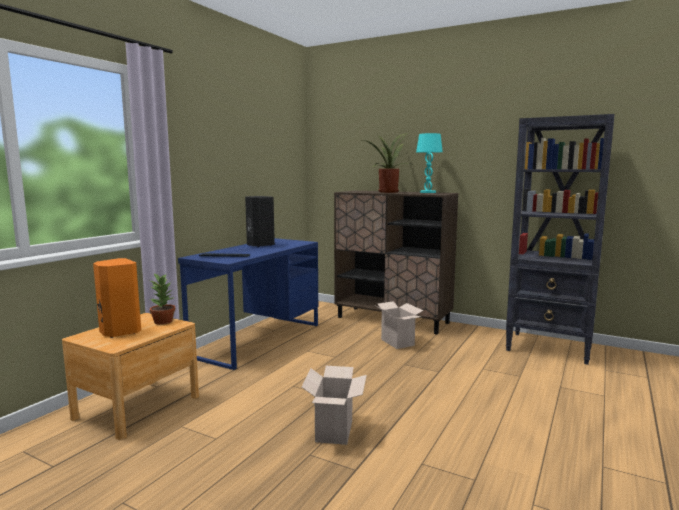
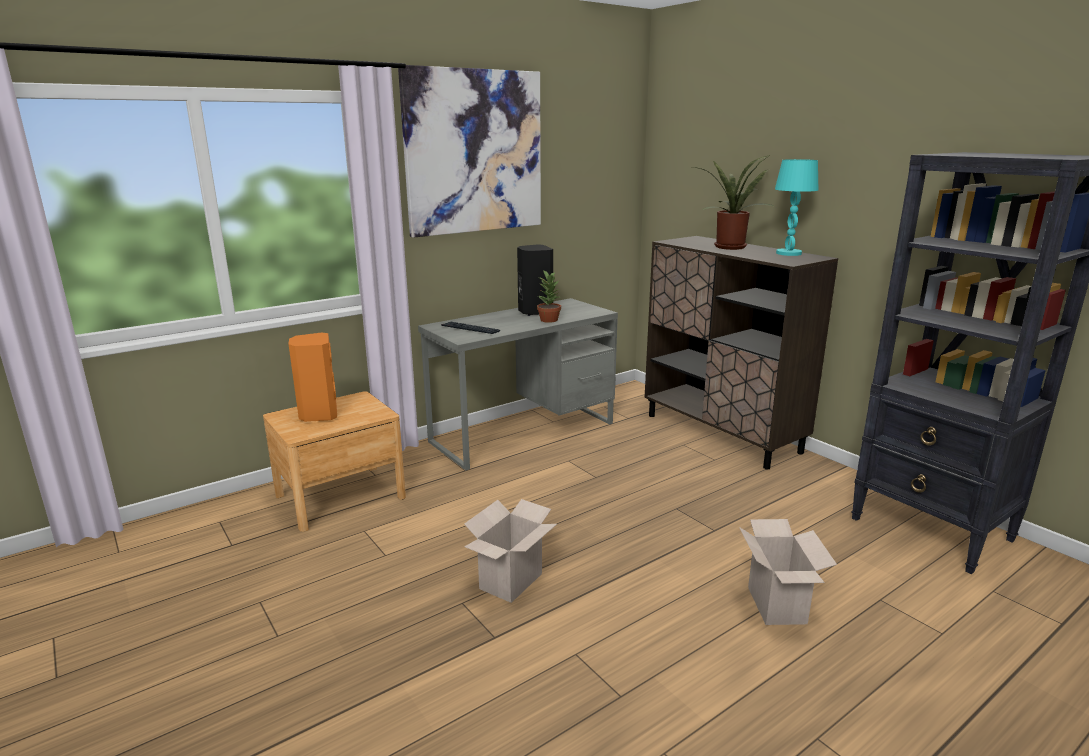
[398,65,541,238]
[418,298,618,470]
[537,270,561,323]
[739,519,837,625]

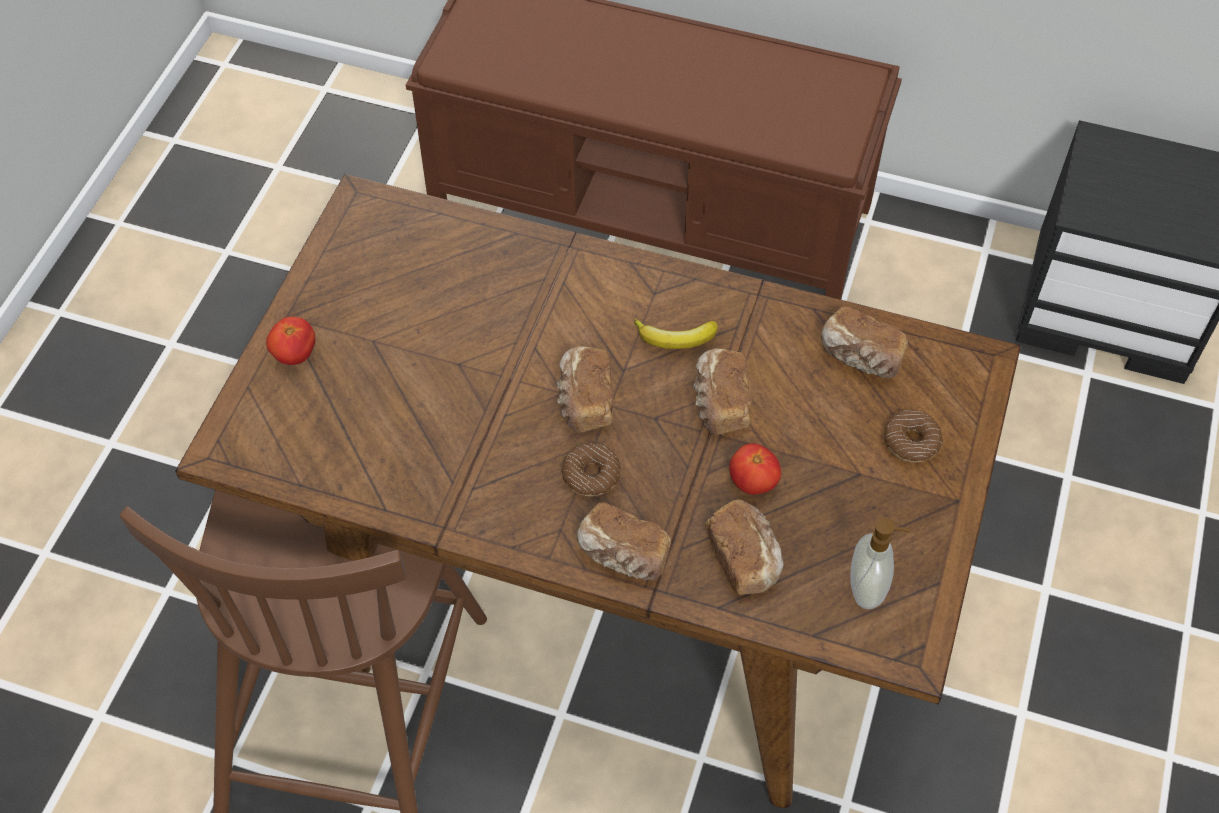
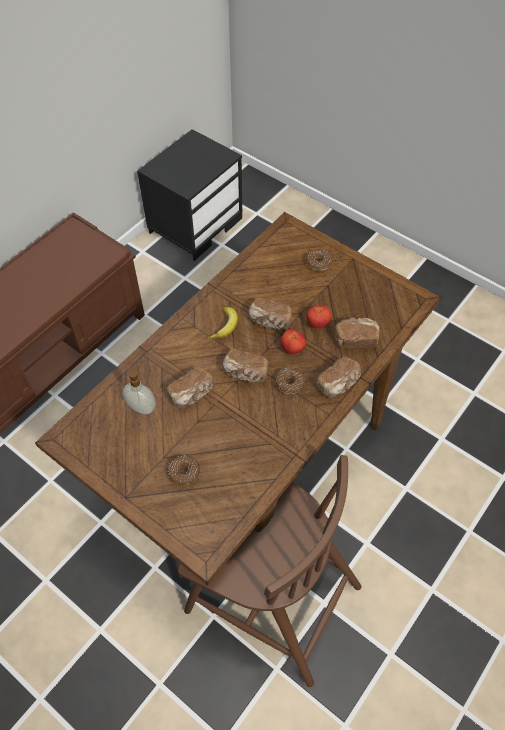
[123,365,156,415]
[167,368,214,408]
[167,455,200,486]
[280,329,306,354]

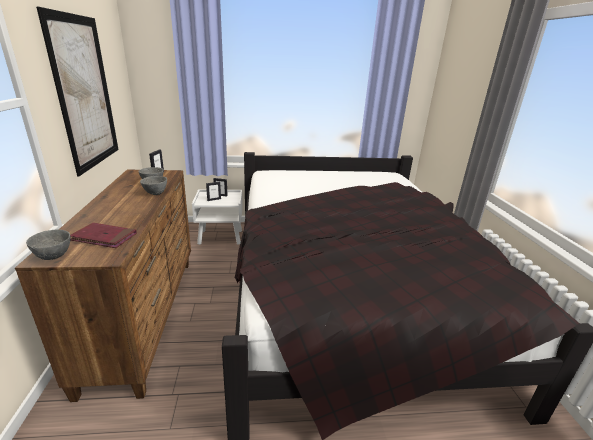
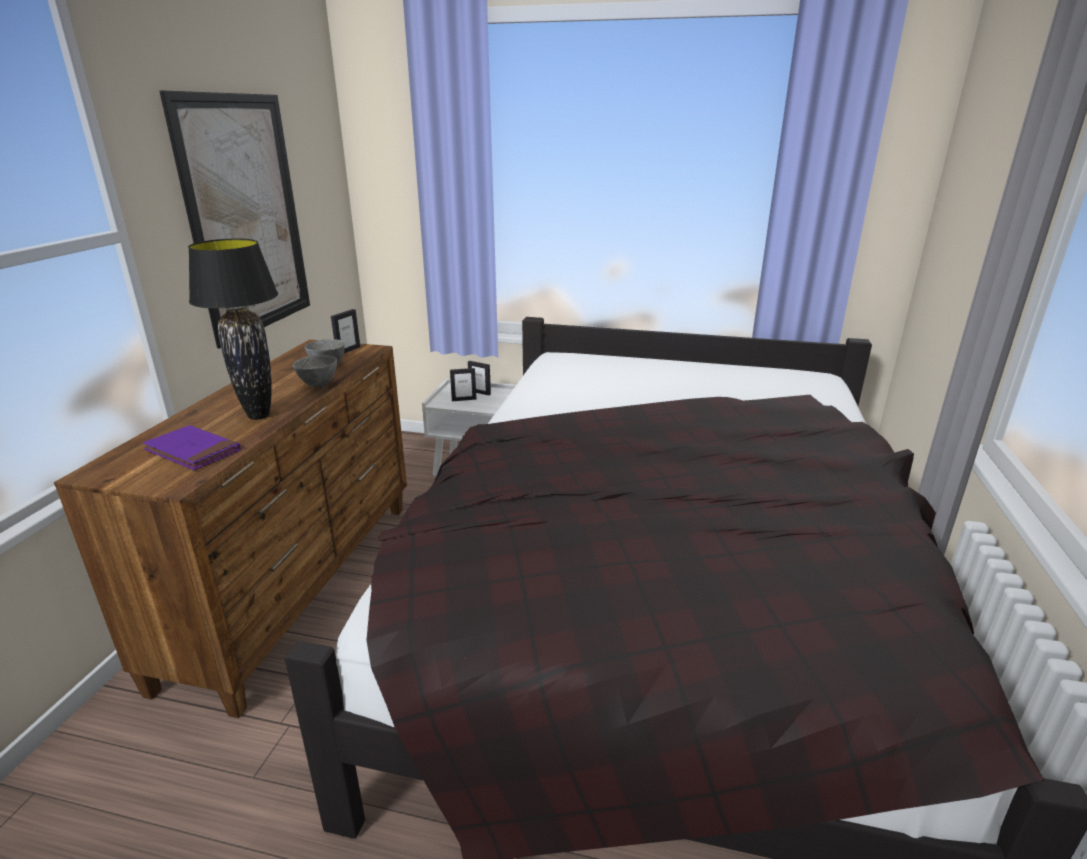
[143,425,241,470]
[188,239,278,420]
[26,229,70,260] (first image)

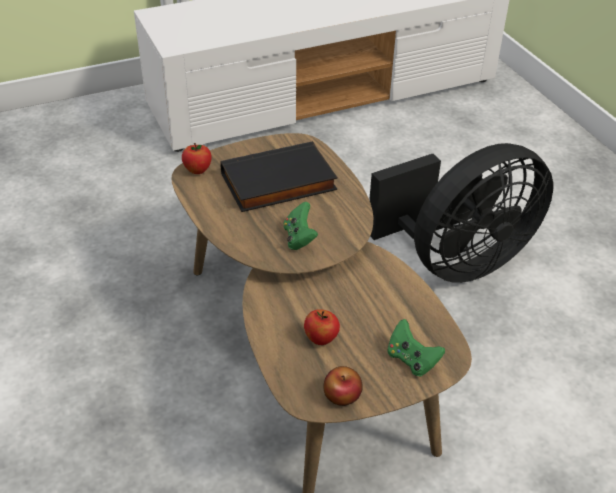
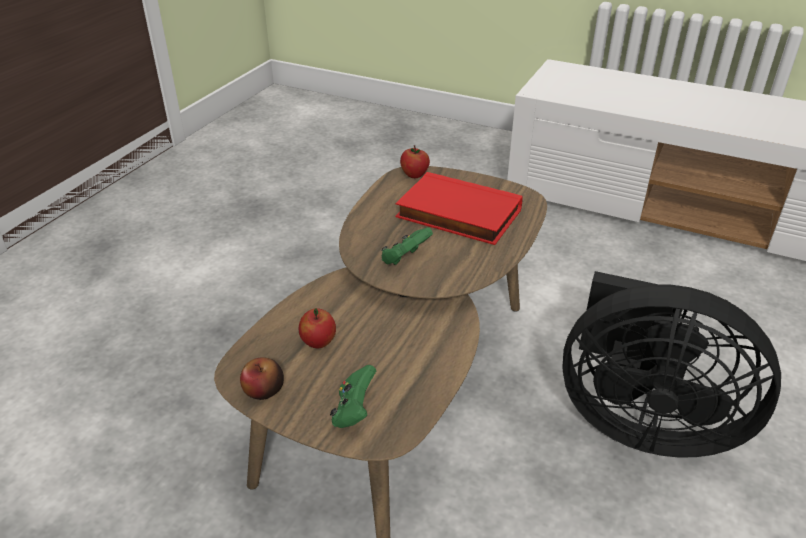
[396,172,523,245]

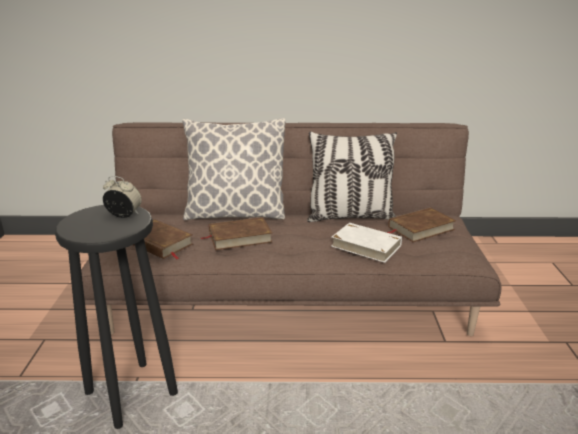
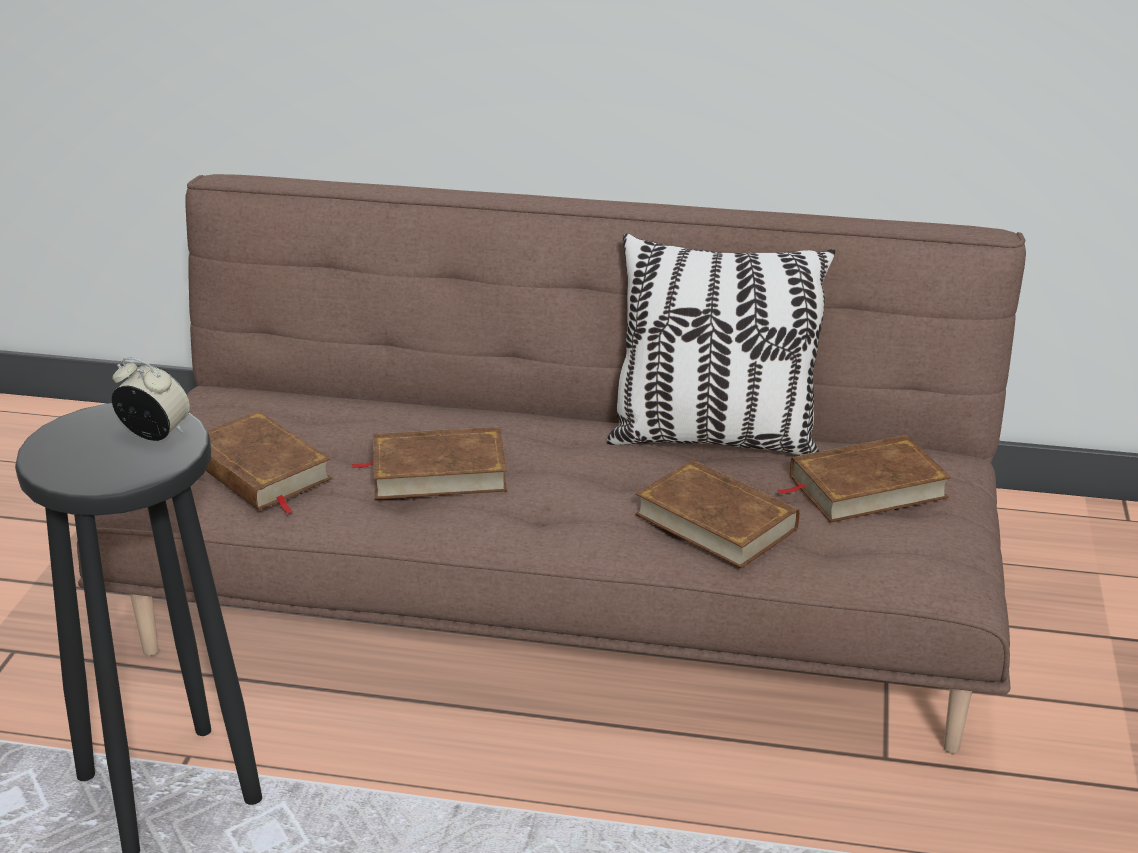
[635,460,800,568]
[182,118,286,220] (first image)

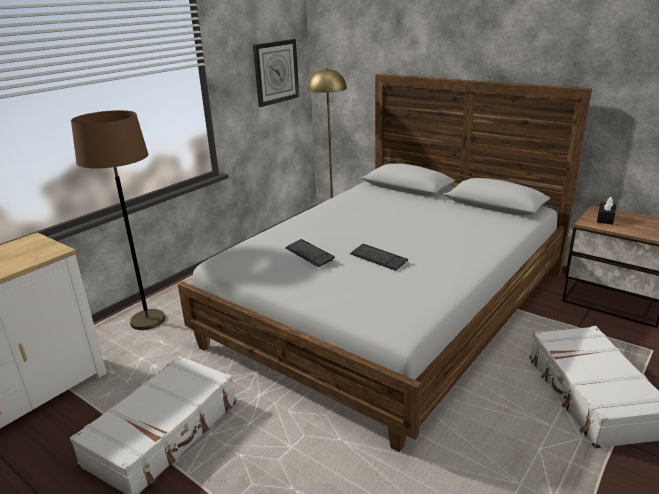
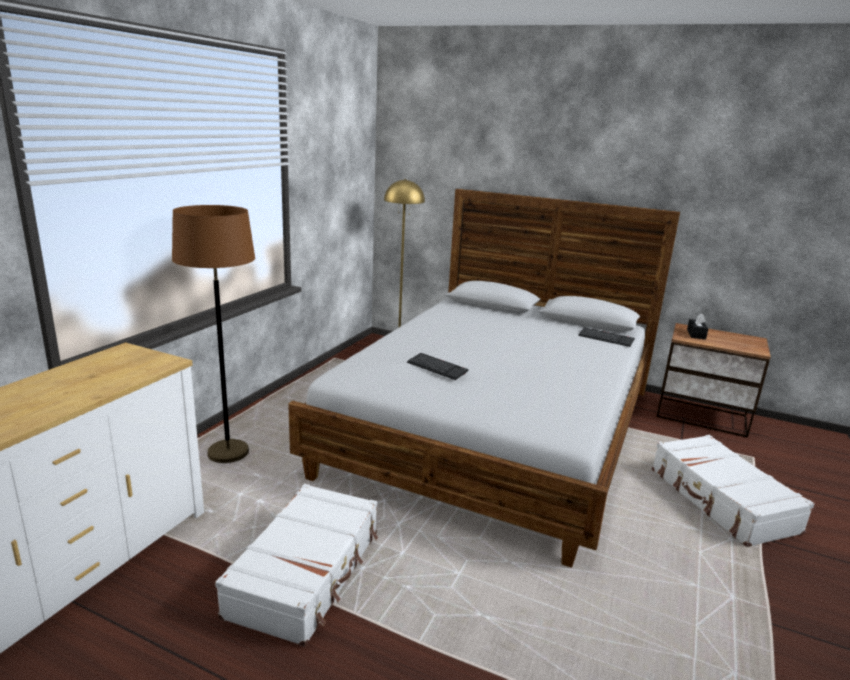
[578,328,635,347]
[253,39,299,107] (first image)

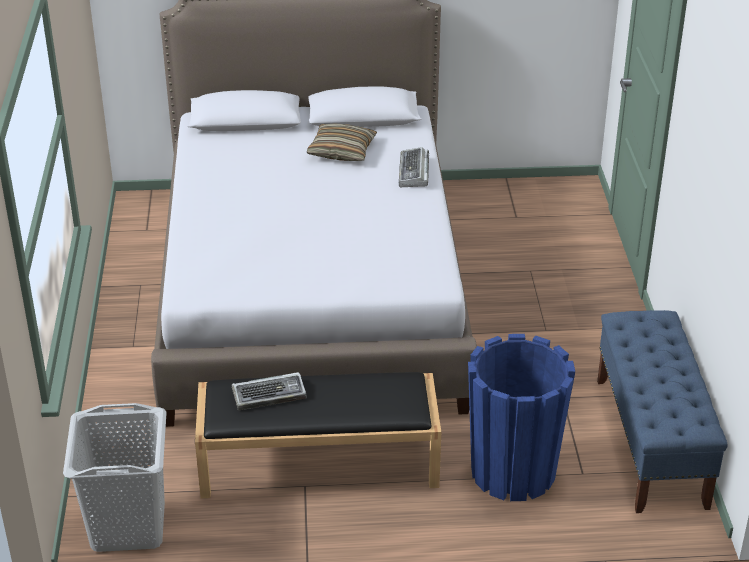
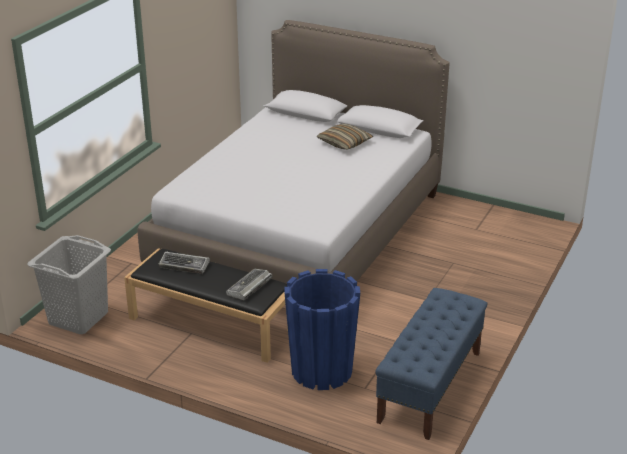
[226,269,272,300]

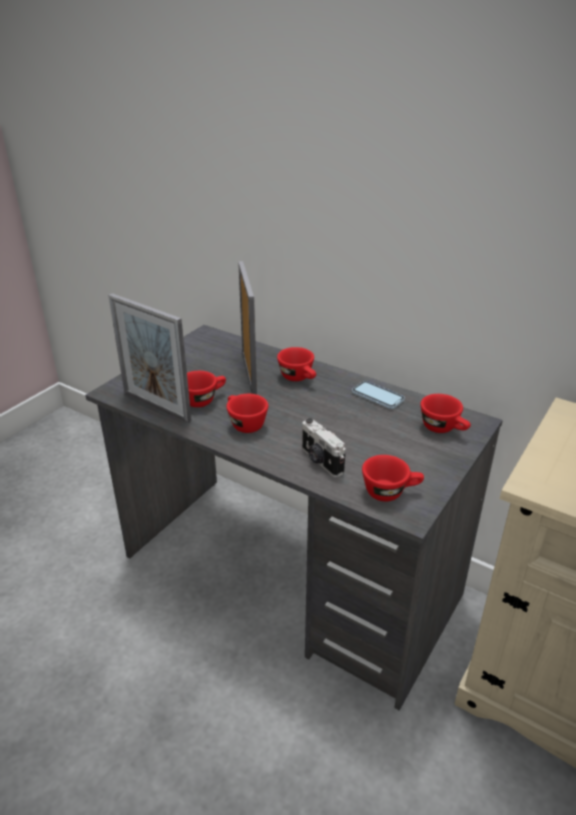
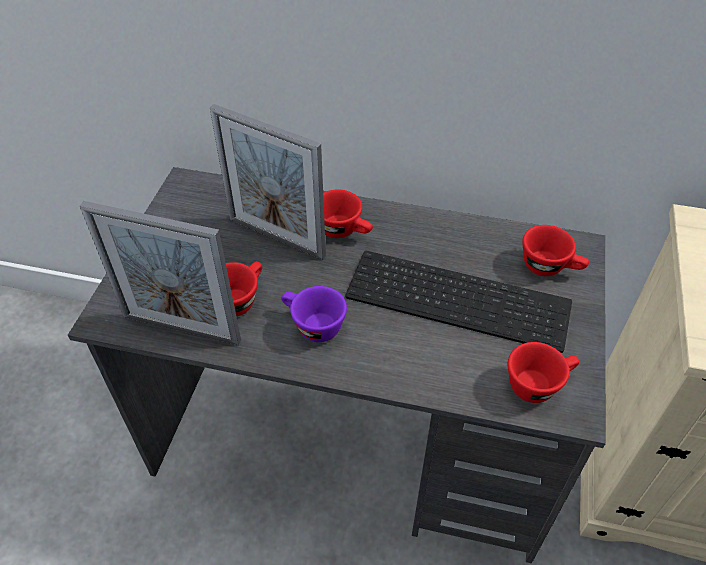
[210,104,326,260]
[281,286,347,342]
[346,251,572,353]
[302,418,346,477] (first image)
[352,381,405,409] (first image)

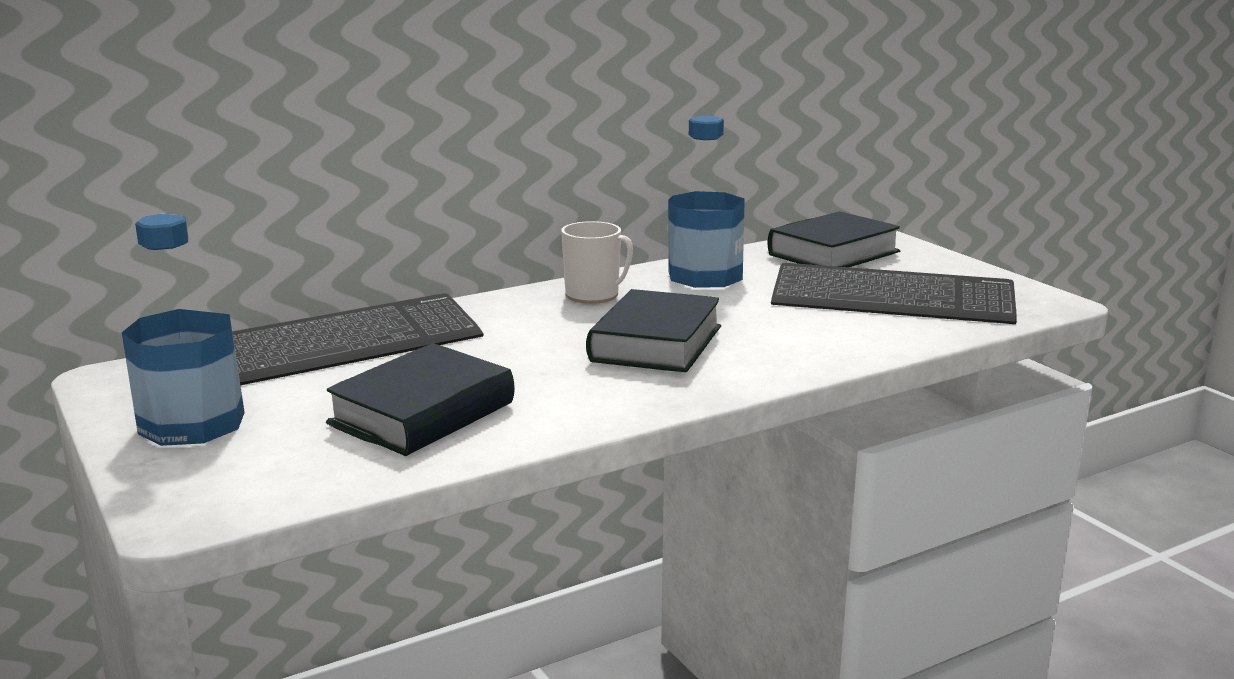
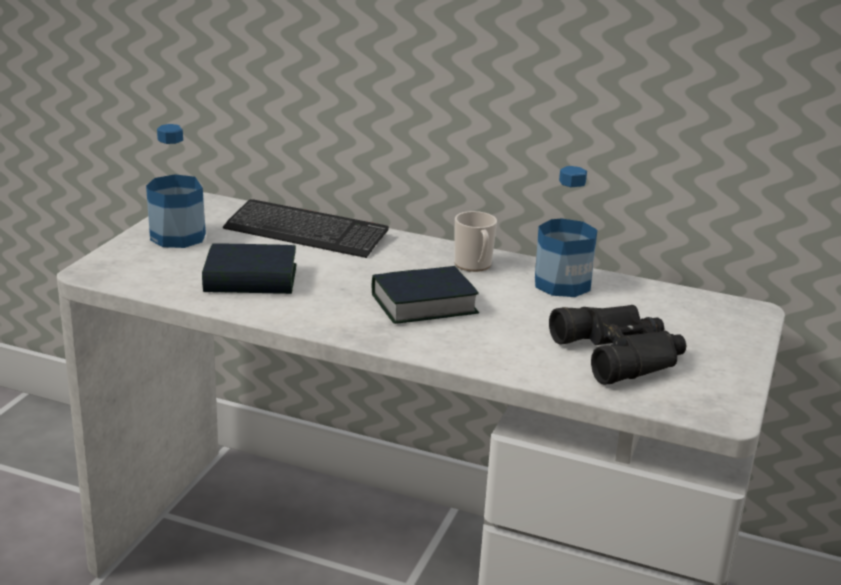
[549,305,687,385]
[767,211,900,267] (first image)

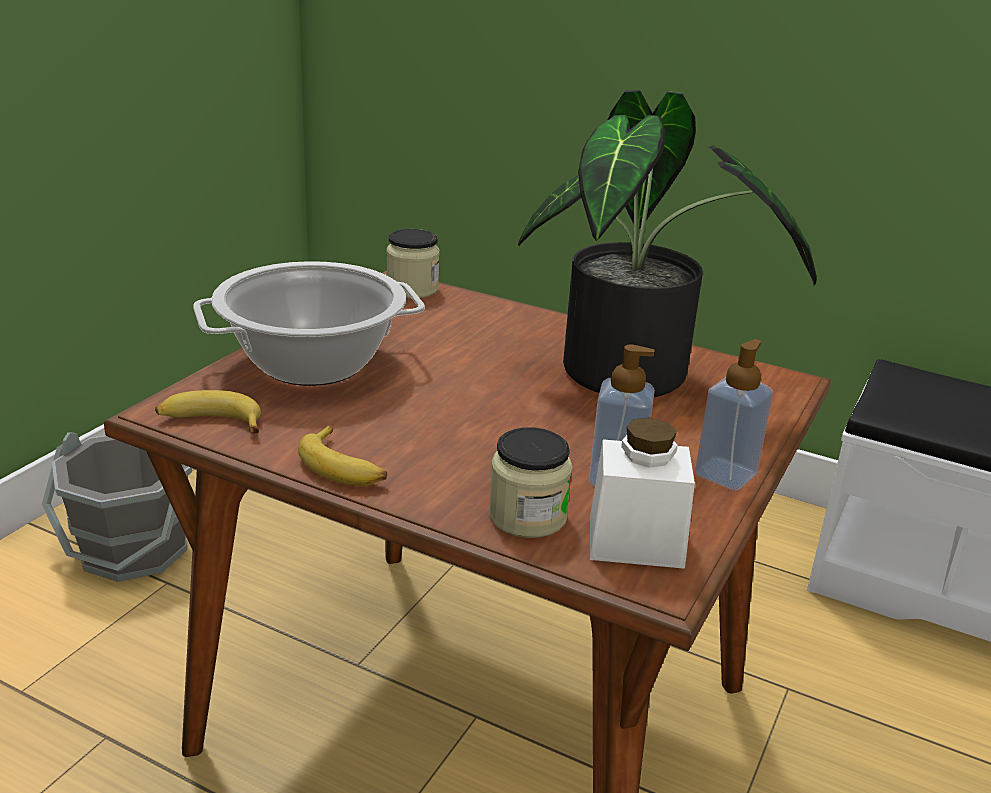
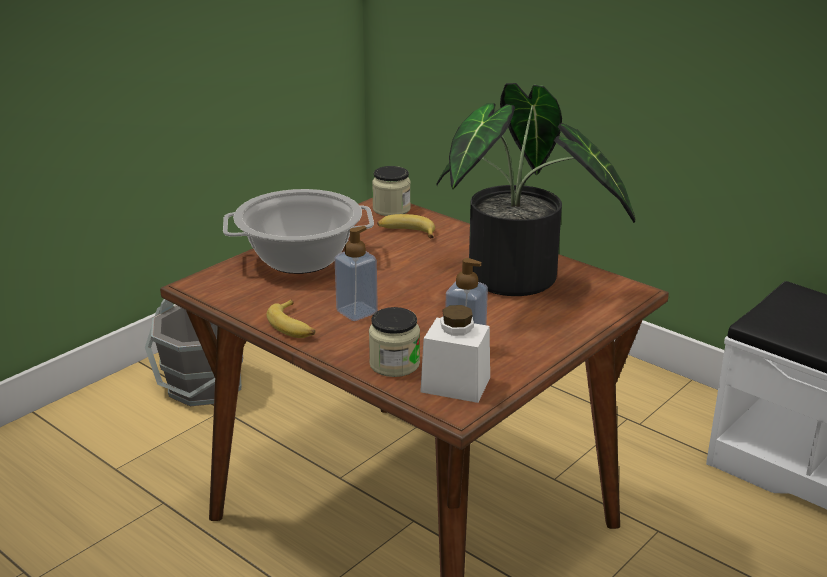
[334,226,378,321]
[377,214,435,238]

